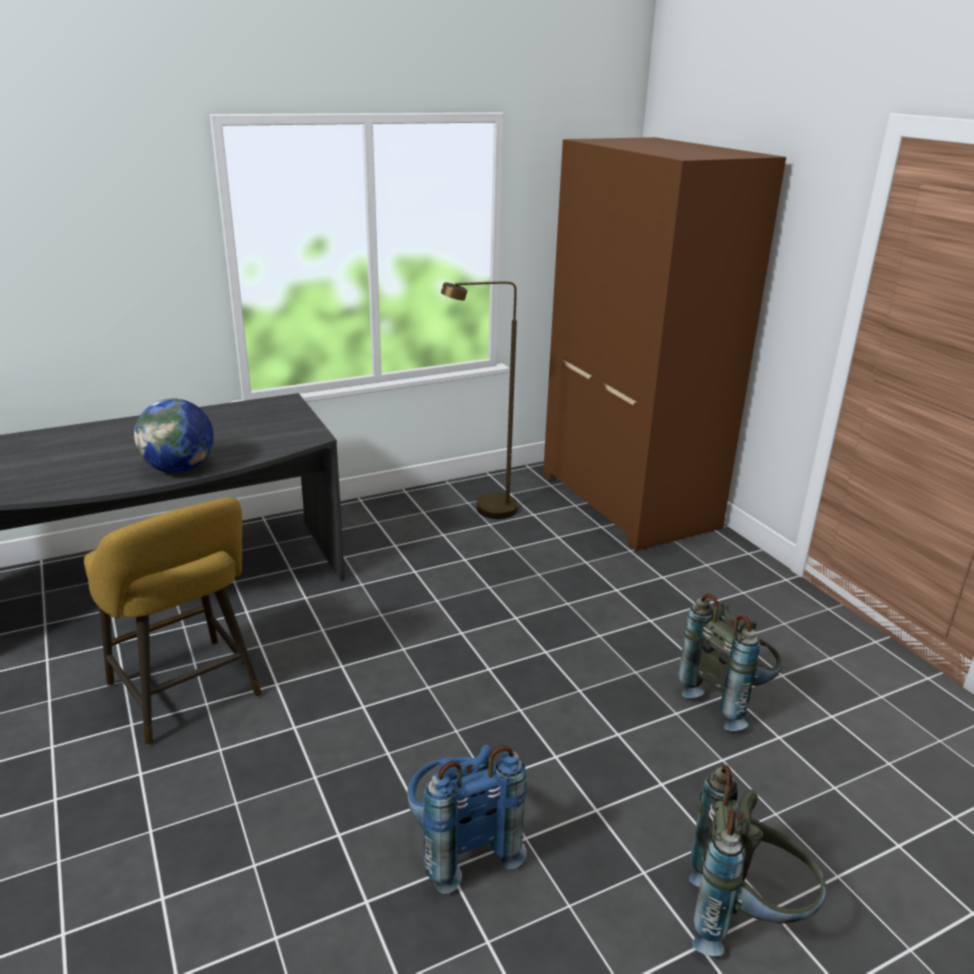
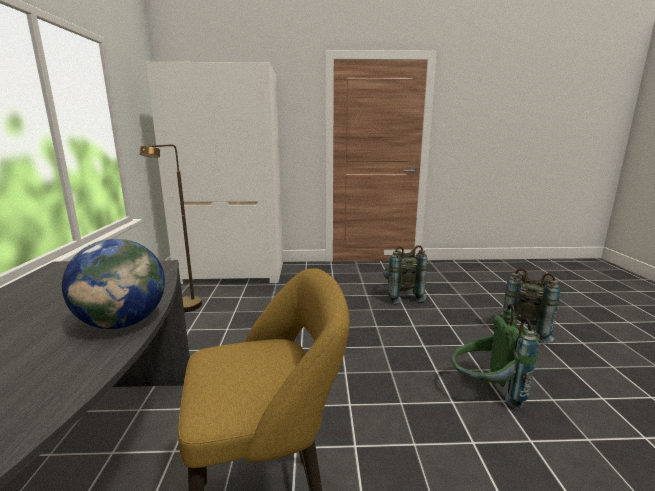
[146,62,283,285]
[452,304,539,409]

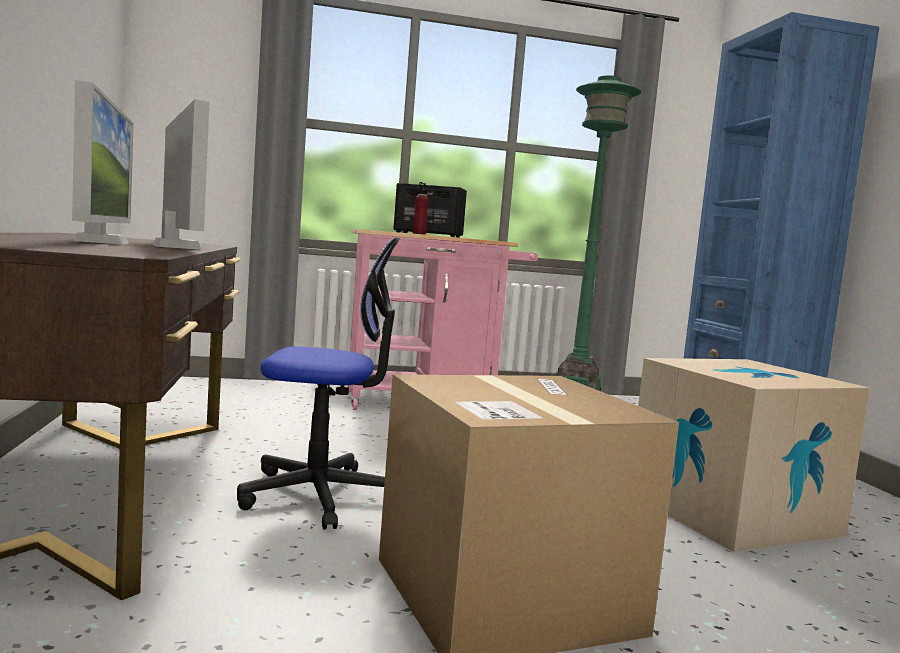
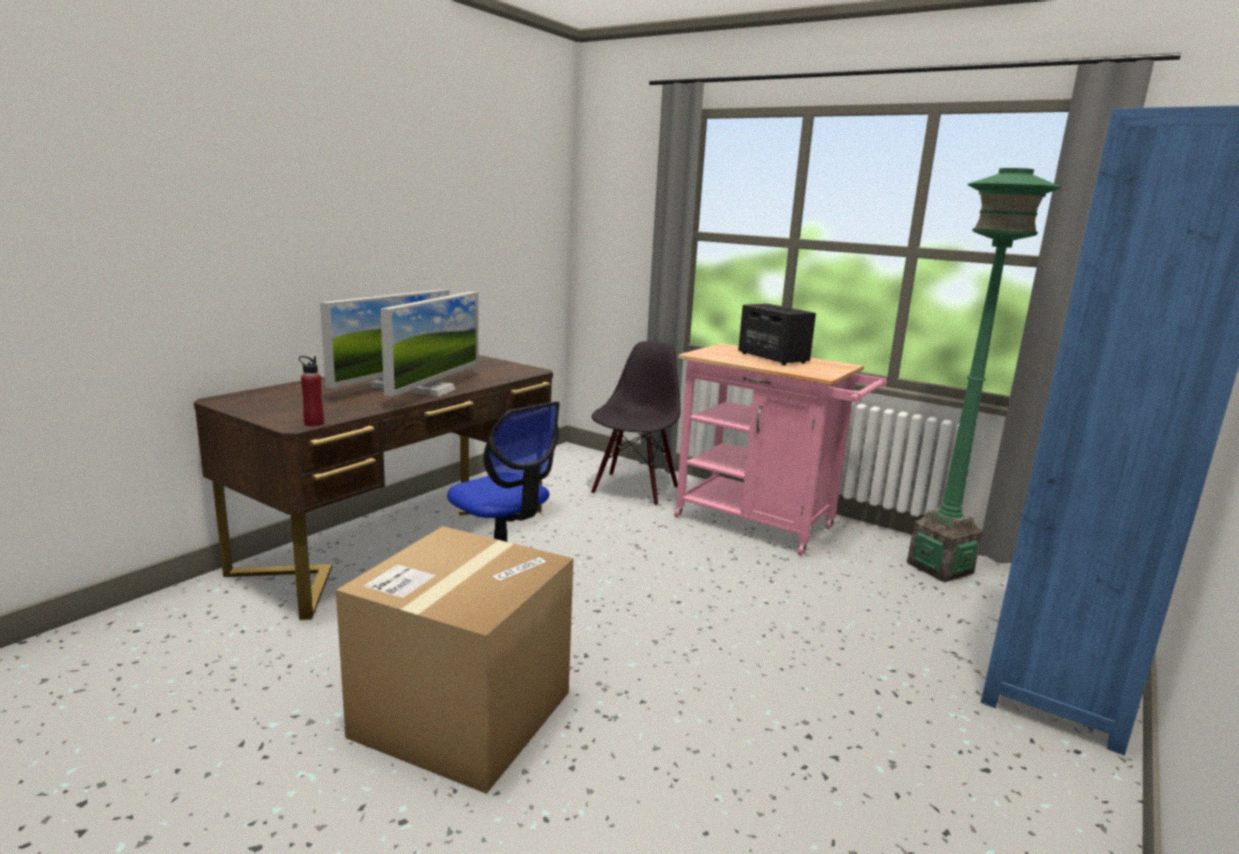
[299,356,324,426]
[591,341,681,506]
[638,358,870,552] (first image)

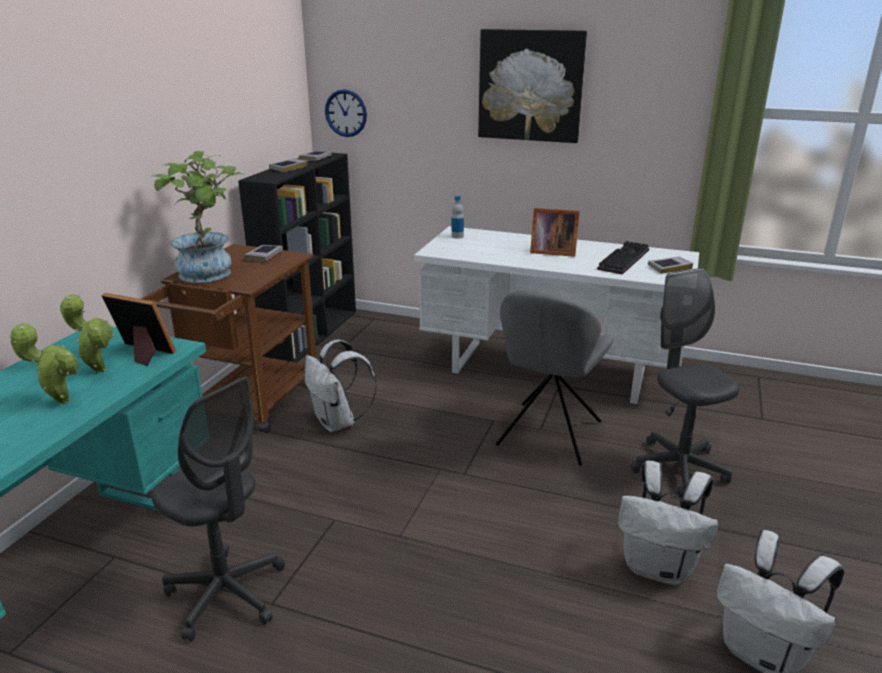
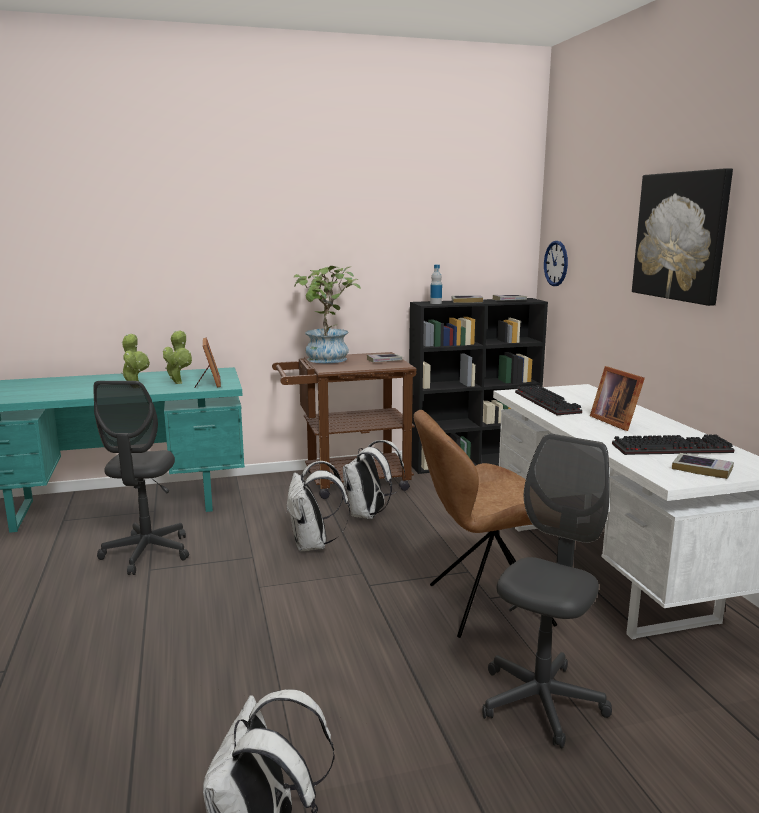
[286,461,350,552]
[413,410,557,638]
[430,265,442,304]
[515,385,582,415]

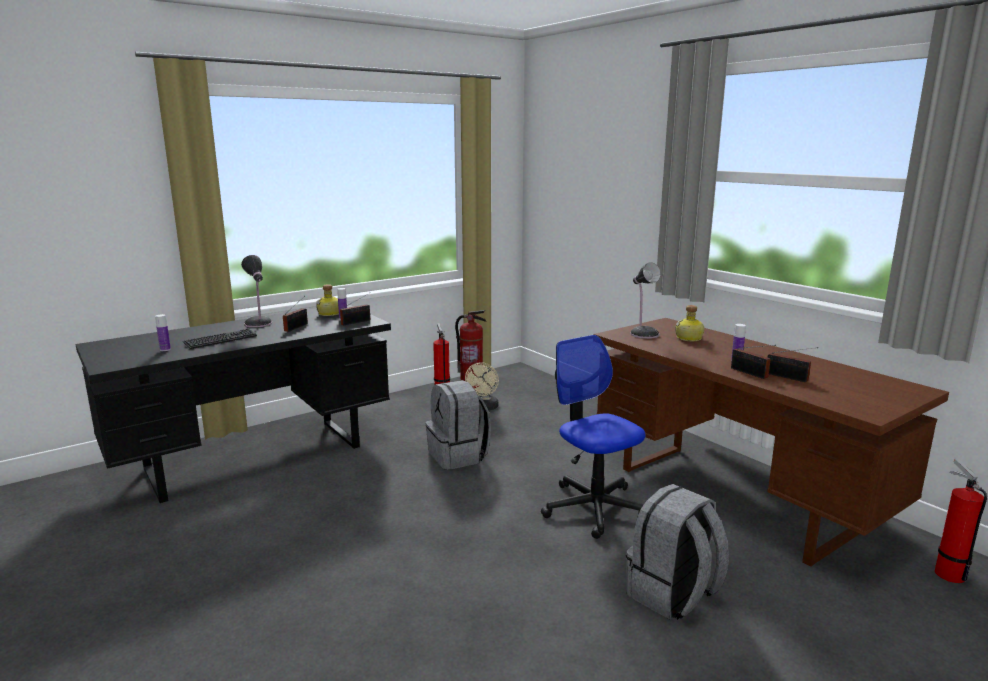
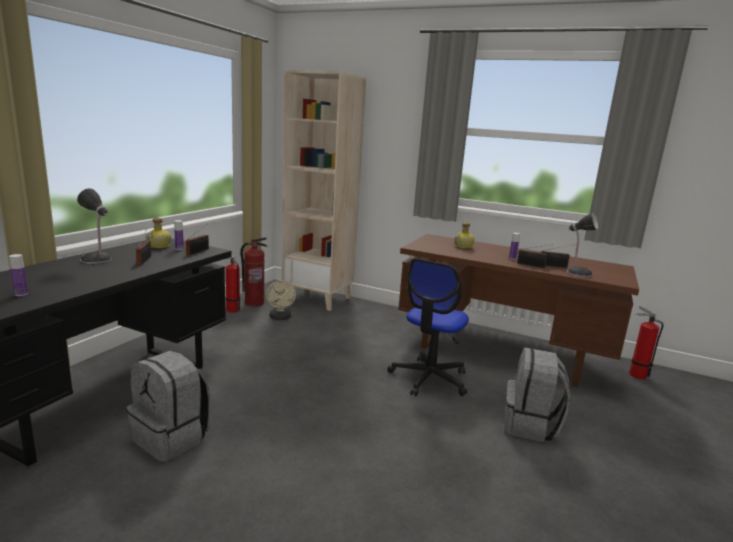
[127,351,211,462]
[281,70,366,311]
[387,258,469,396]
[567,212,598,277]
[183,329,257,349] (first image)

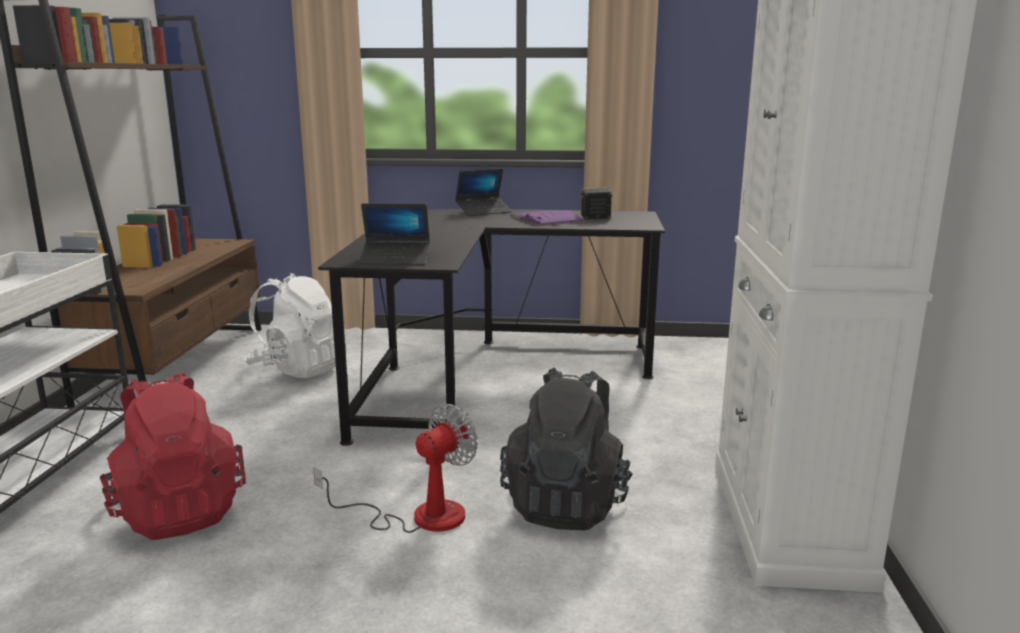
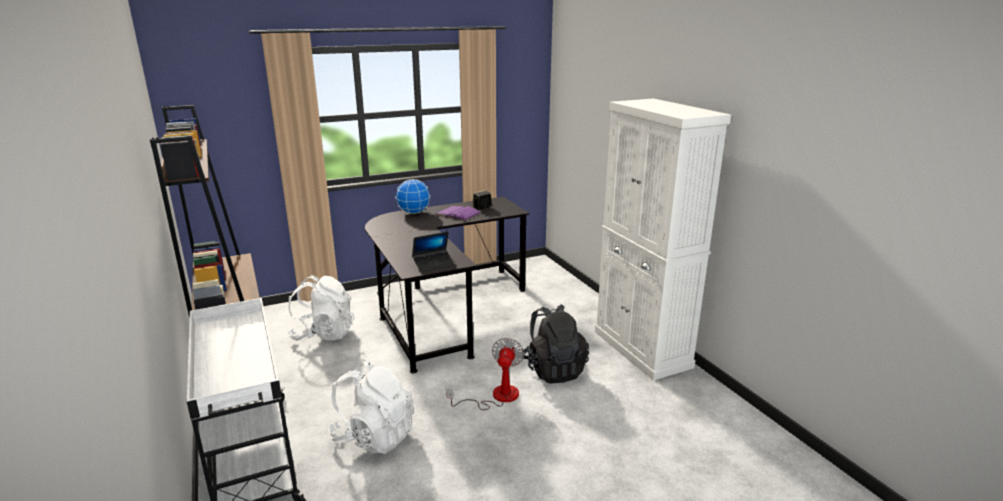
[328,360,413,454]
[395,179,430,214]

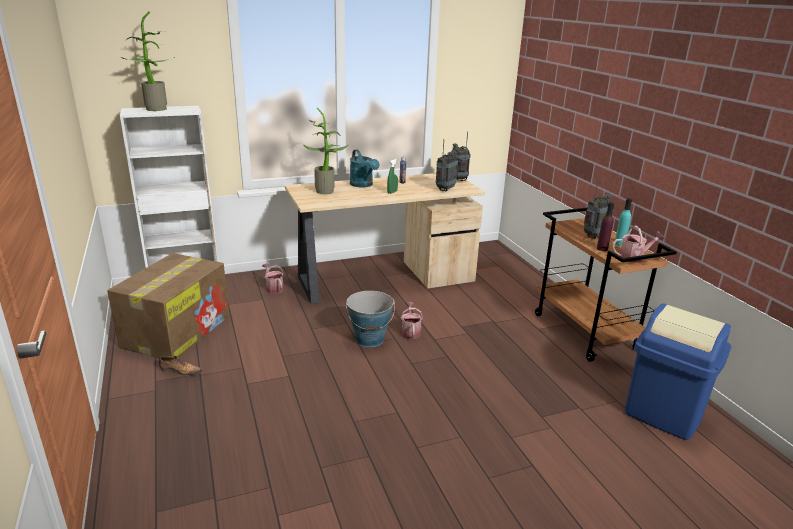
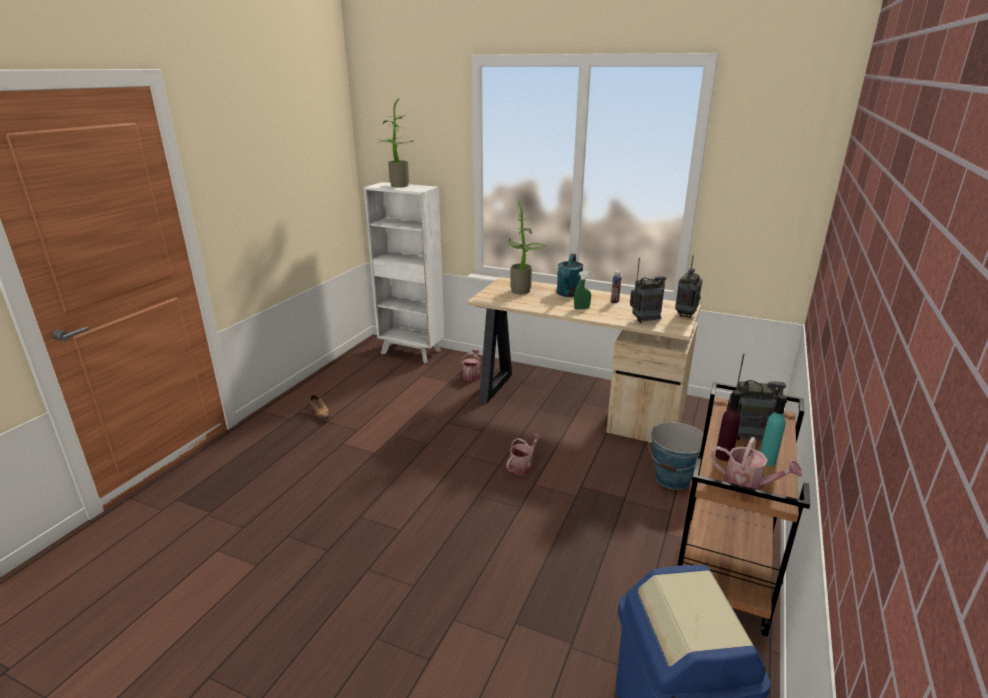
[648,422,704,490]
[107,253,229,358] (first image)

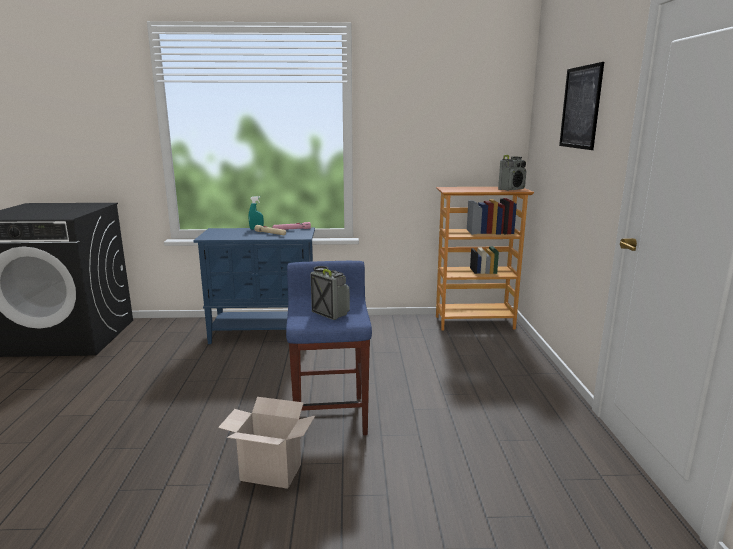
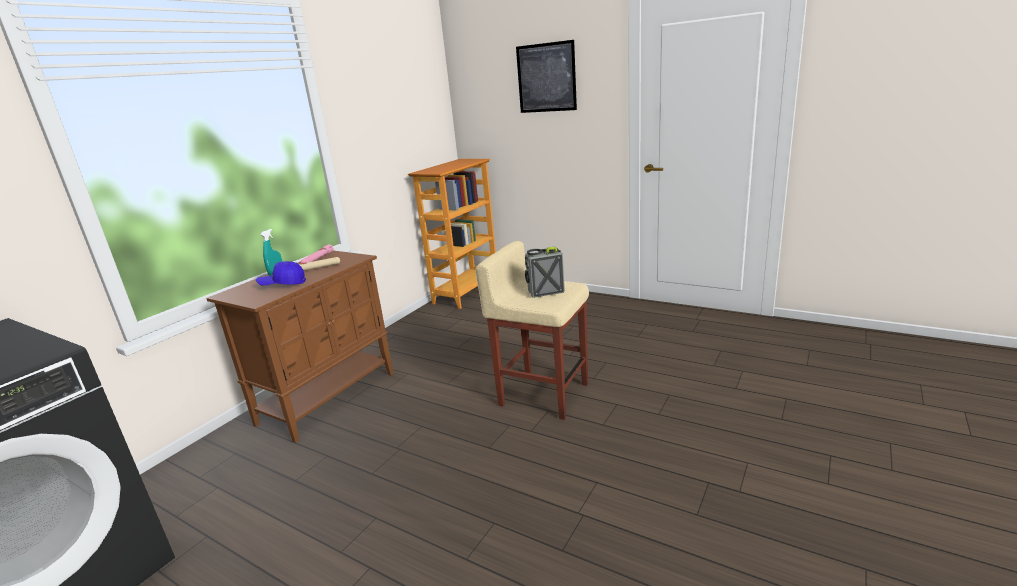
[206,251,394,443]
[256,261,306,285]
[475,241,589,420]
[218,397,315,489] (first image)
[498,155,526,191] (first image)

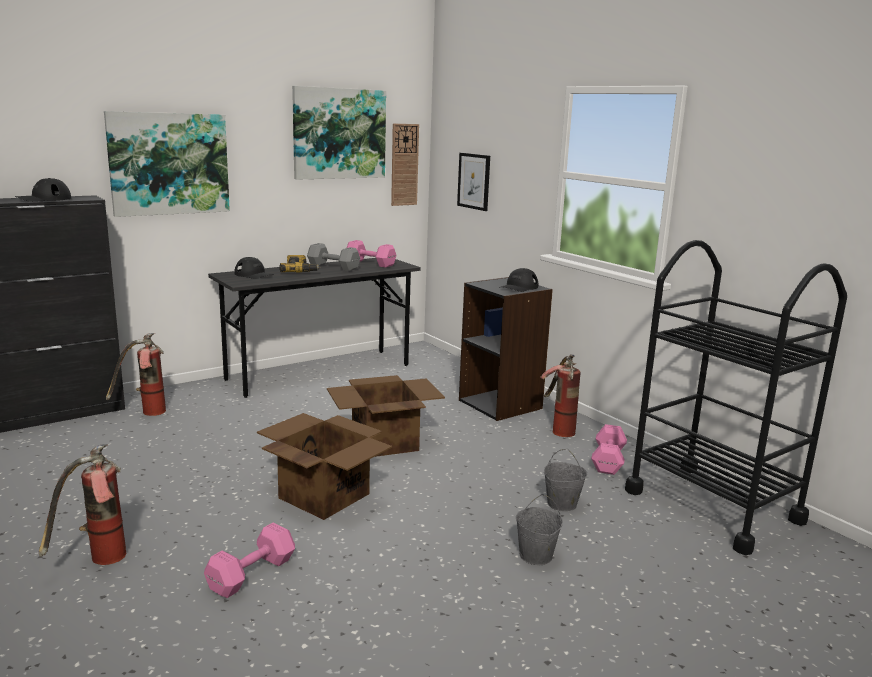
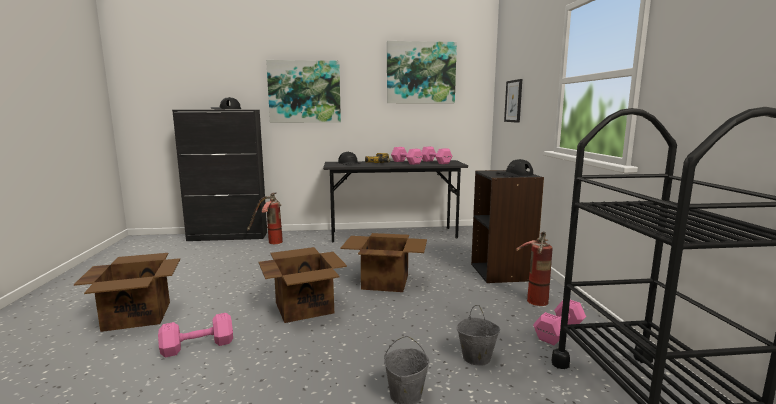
[74,253,180,332]
[391,147,423,165]
[391,124,419,206] (first image)

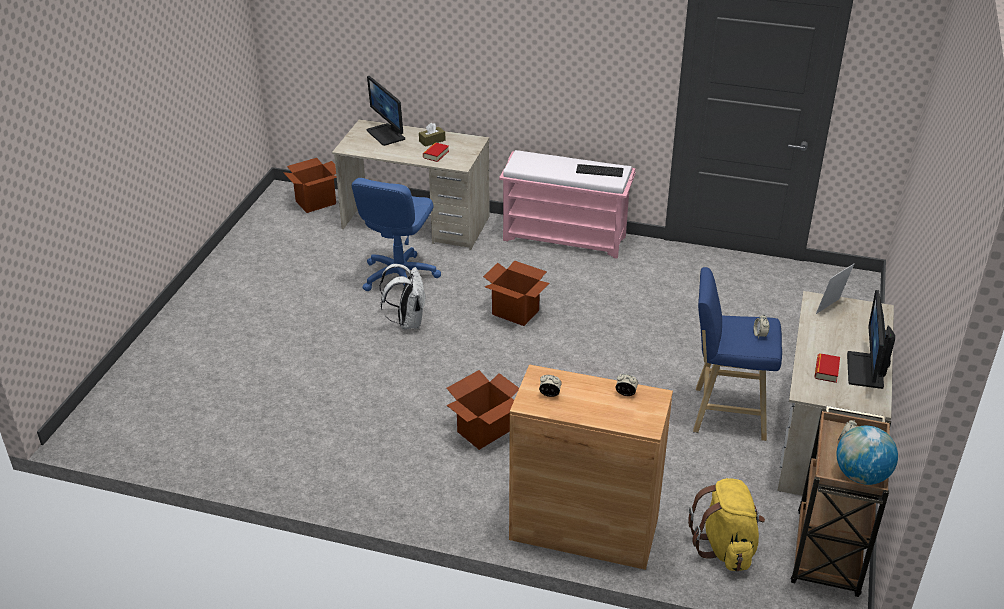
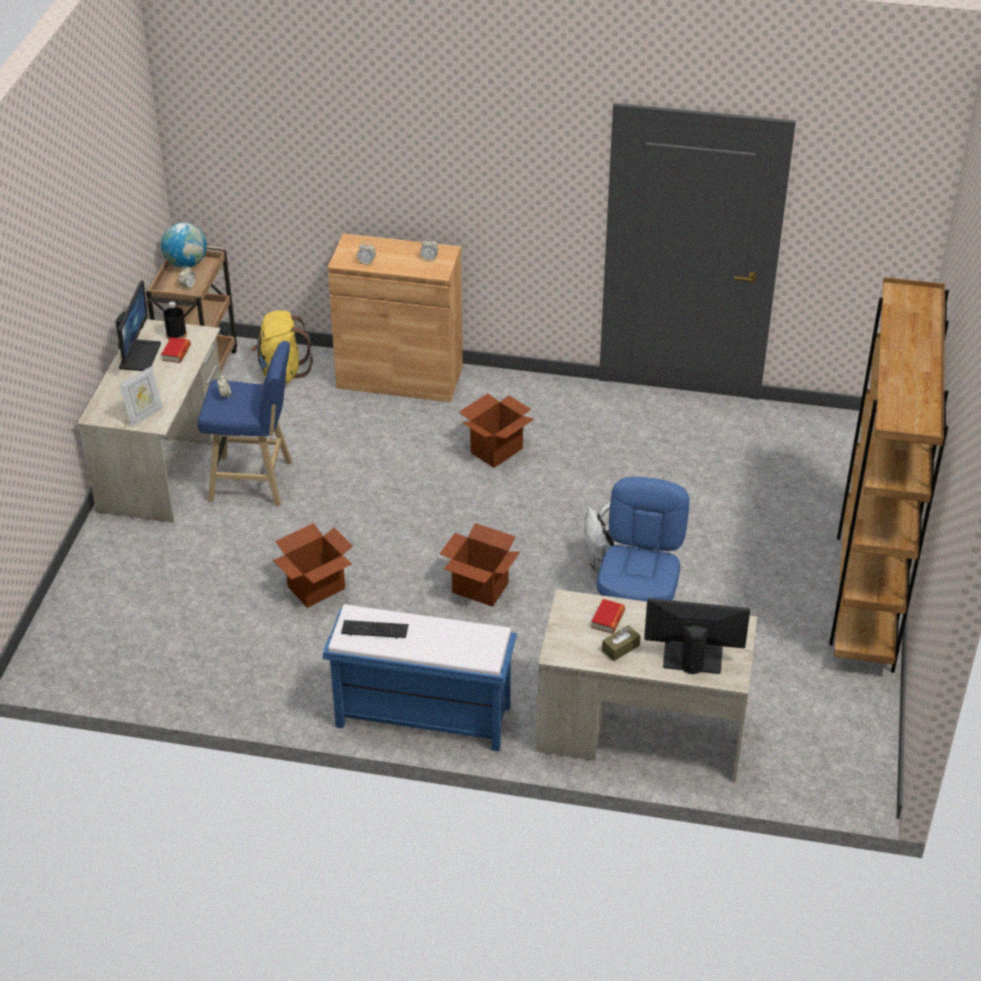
[164,301,187,340]
[273,523,353,608]
[323,604,517,751]
[644,598,750,674]
[829,277,949,673]

